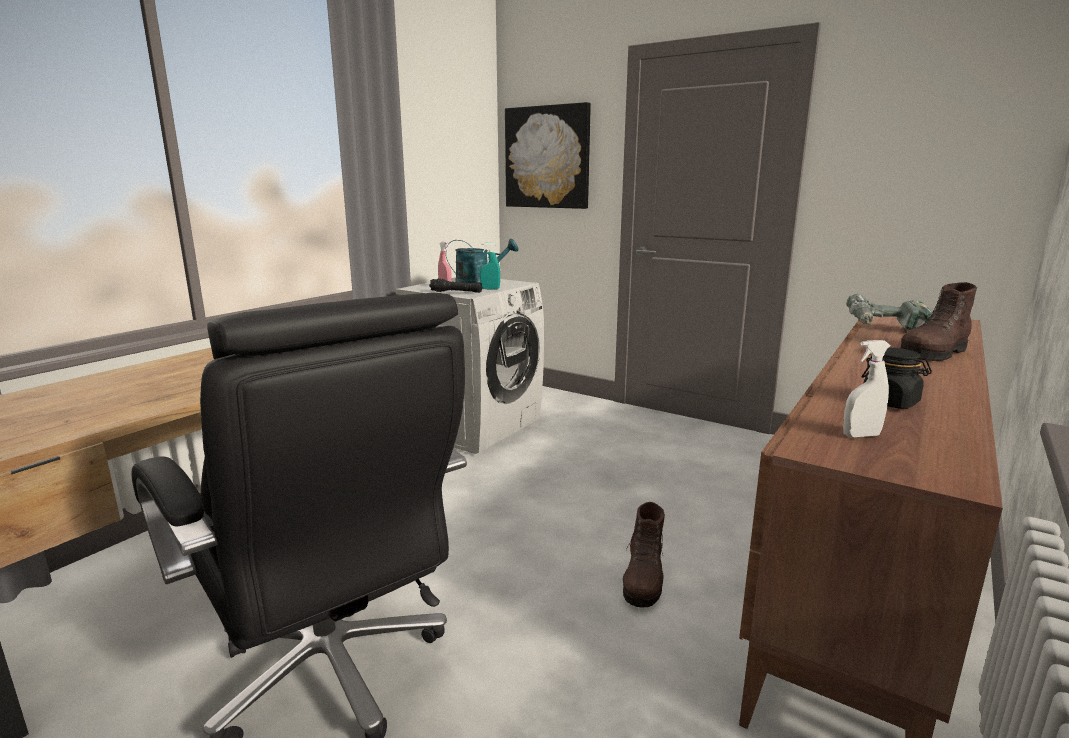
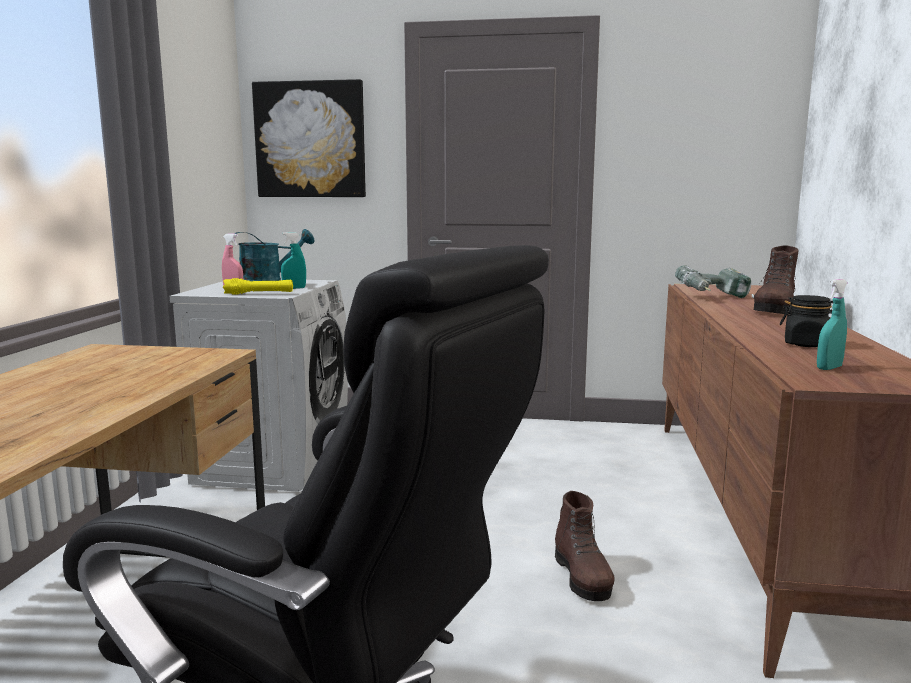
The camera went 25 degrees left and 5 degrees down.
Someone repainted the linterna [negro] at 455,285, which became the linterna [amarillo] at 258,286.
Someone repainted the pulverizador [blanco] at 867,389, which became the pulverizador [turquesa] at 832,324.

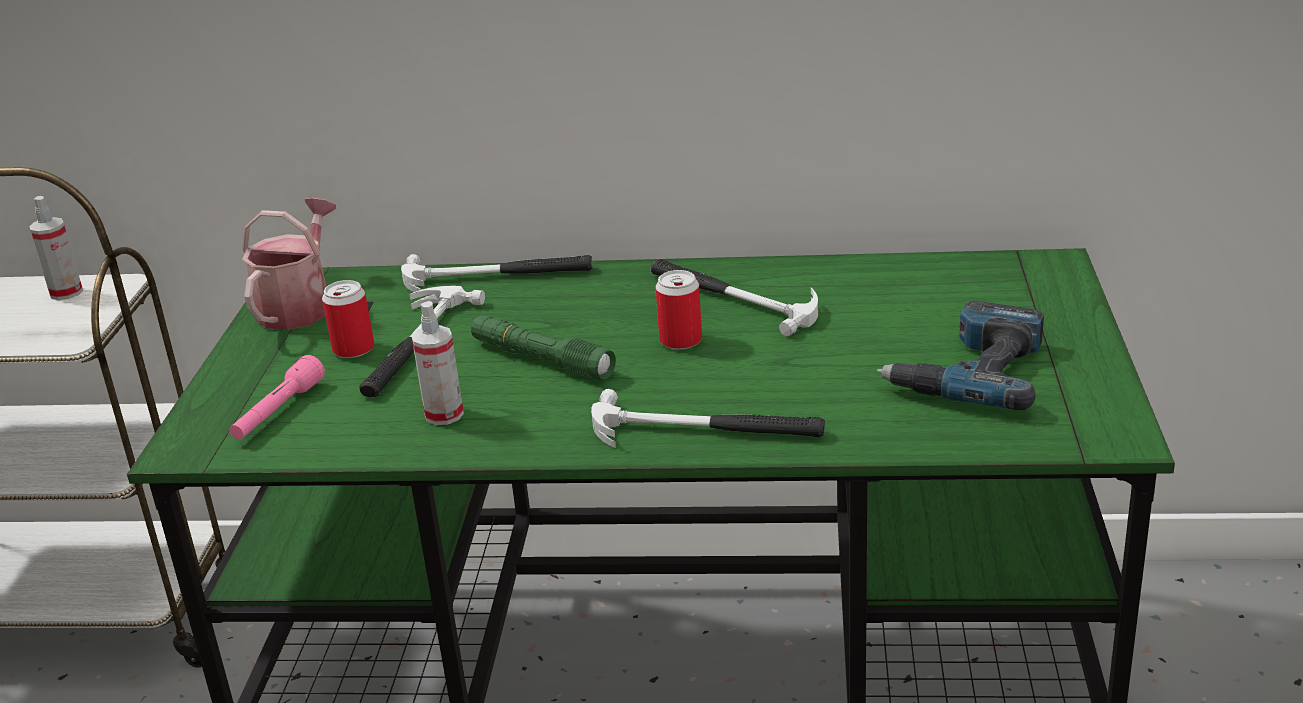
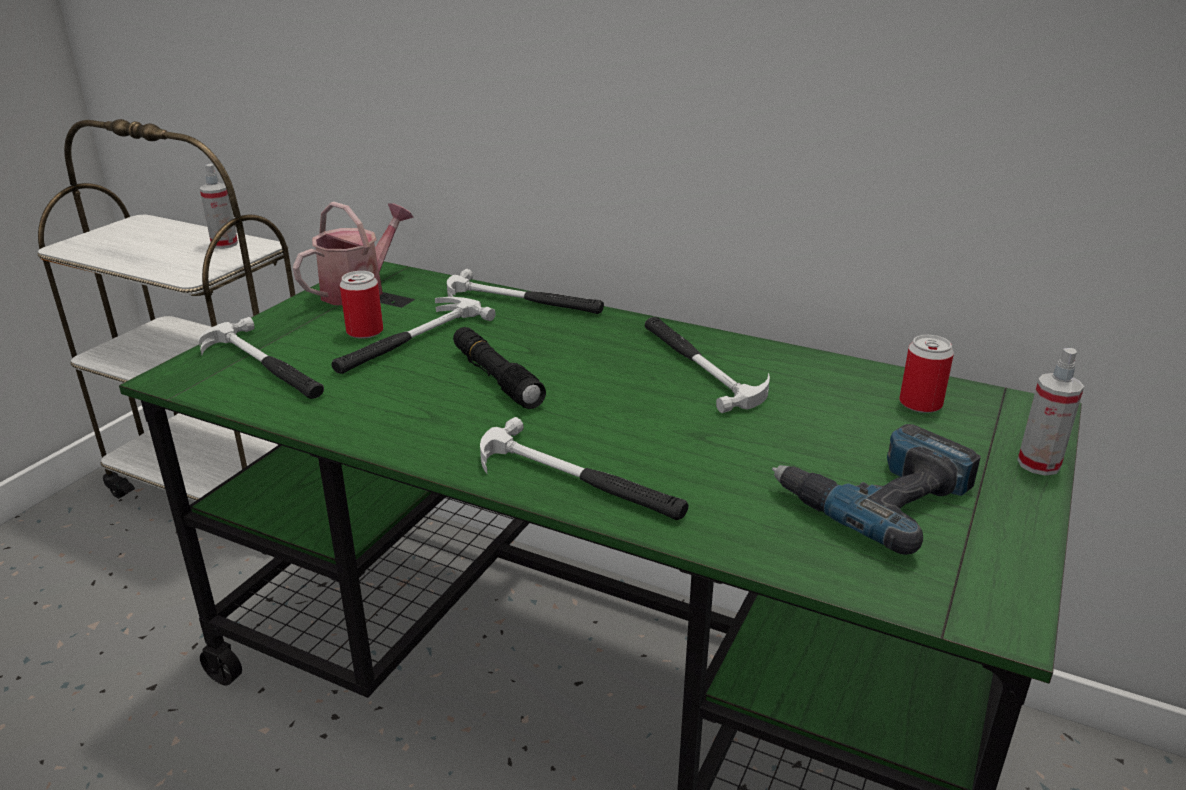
The camera went 20 degrees right and 0 degrees up.
Someone carried the lata from 679,309 to 926,374.
Someone carried the pulverizador from 438,363 to 1051,412.
Someone repainted the linterna [verde] at 543,347, which became the linterna [negro] at 499,368.
Someone swapped the linterna [rosa] at 277,397 for the martillo at 261,358.

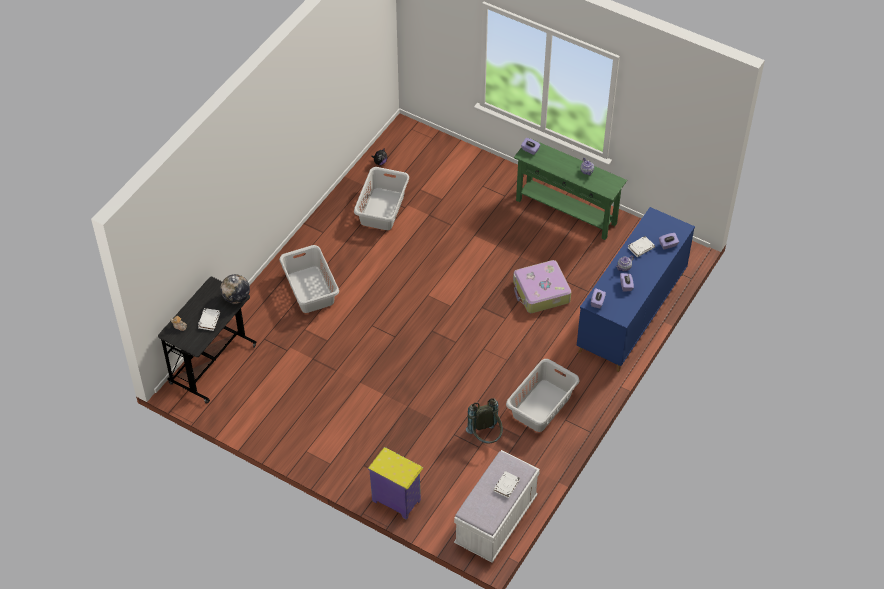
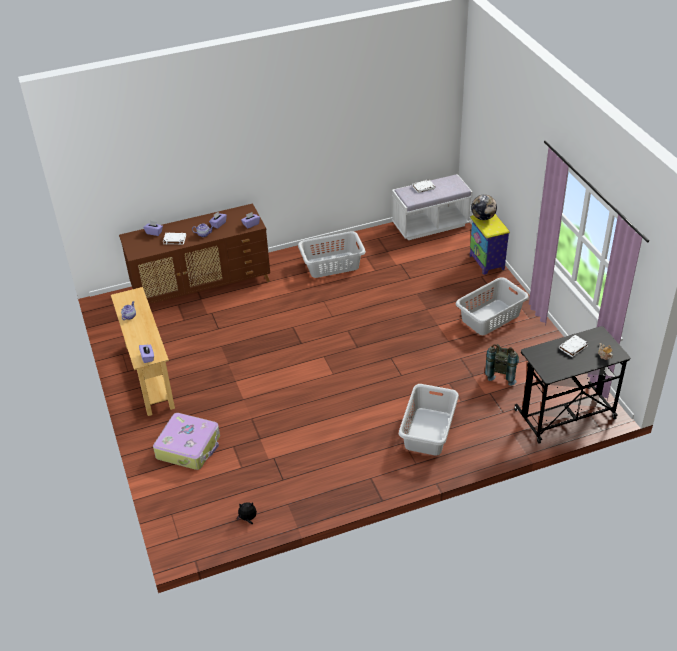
The camera went 140 degrees left and 10 degrees down.
Someone repainted the mesa consola [verde] at 570,189, which became the mesa consola [beis] at 143,351.
Someone carried the cesto de la ropa [gris] from 381,198 to 492,306.
Someone repainted the cómoda [azul] at 636,289, which became the cómoda [marrón] at 194,253.
Someone carried the maleta from 542,286 to 186,441.
Someone carried the globo terráqueo from 235,289 to 484,207.
Someone carried the mochila [gris] from 484,421 to 502,365.

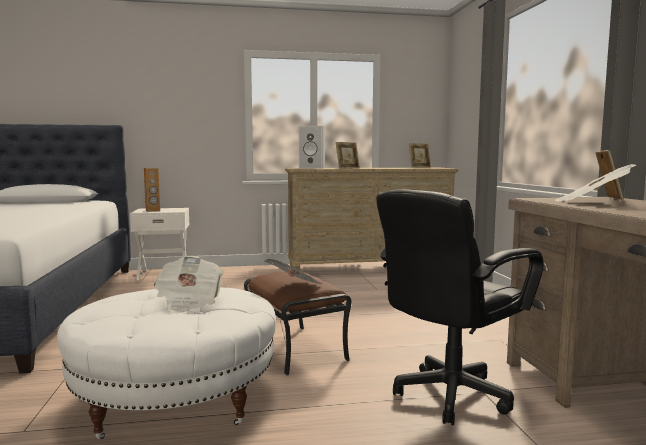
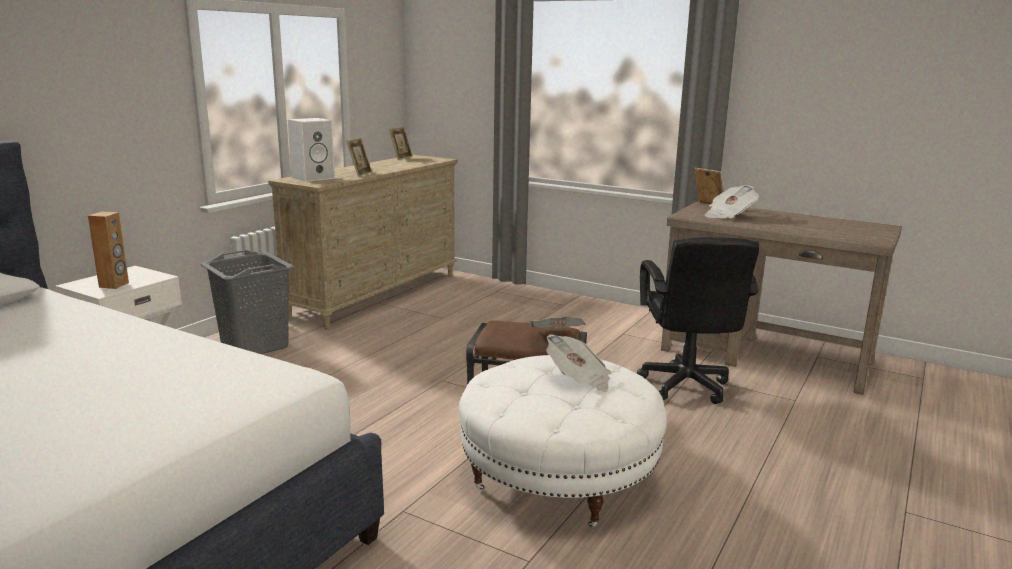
The camera went 50 degrees left and 10 degrees up.
Someone put down the cesto de la ropa [gris] at 247,302.

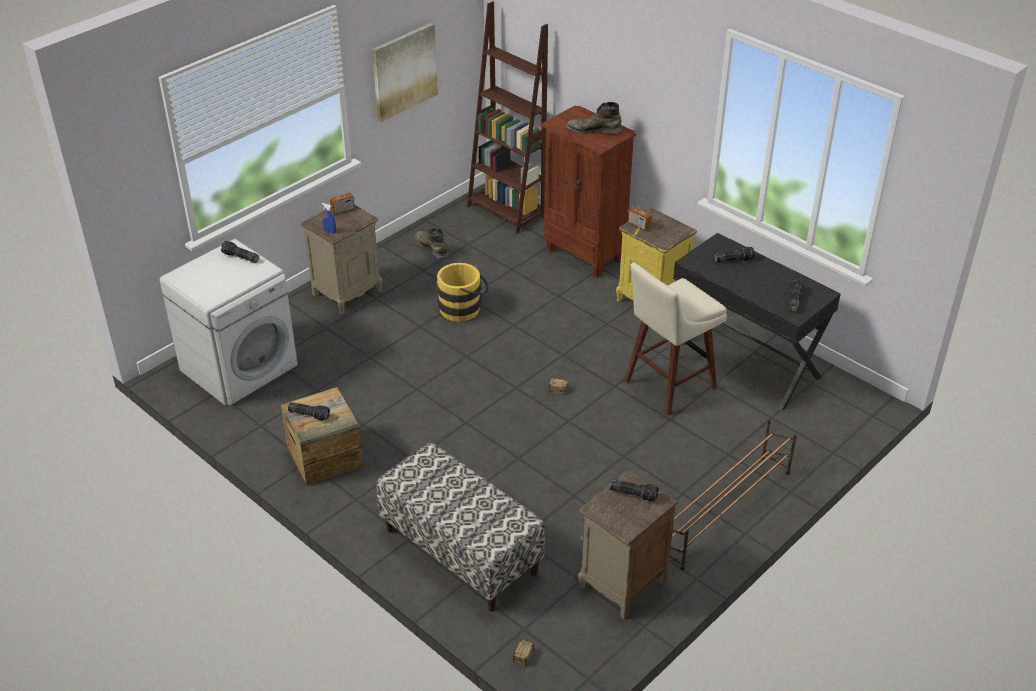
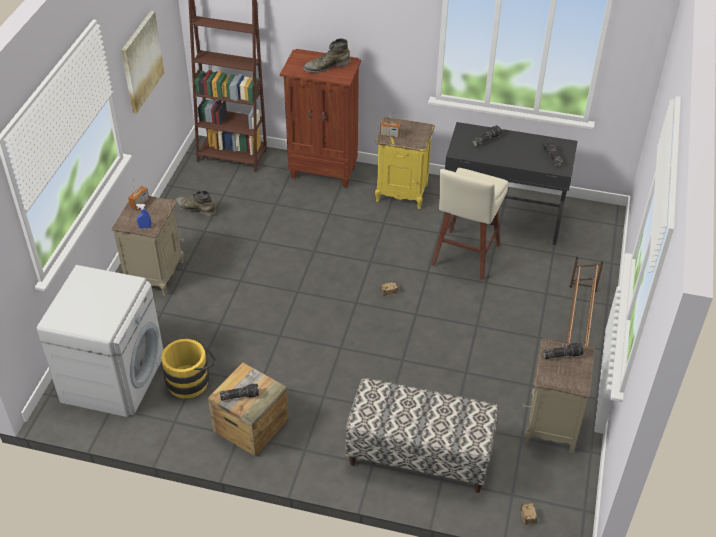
The camera went 30 degrees left and 5 degrees up.
Someone took away the linterna at 240,252.
Someone carried the cubo [amarillo] from 462,292 to 188,368.

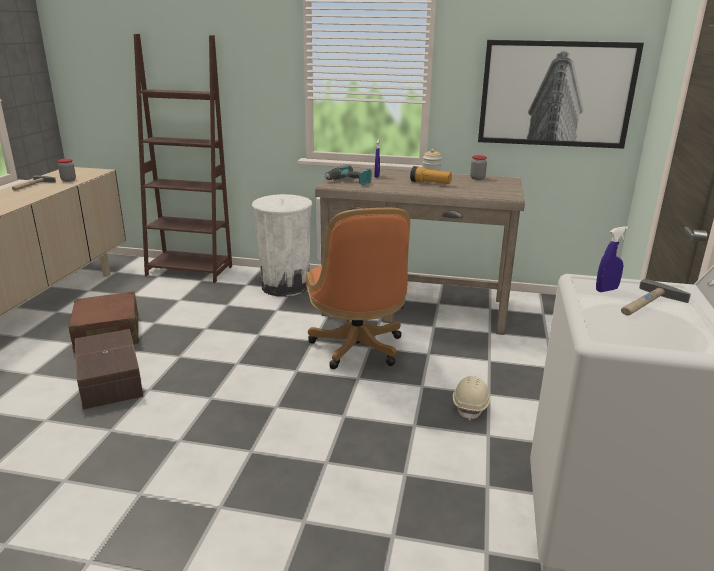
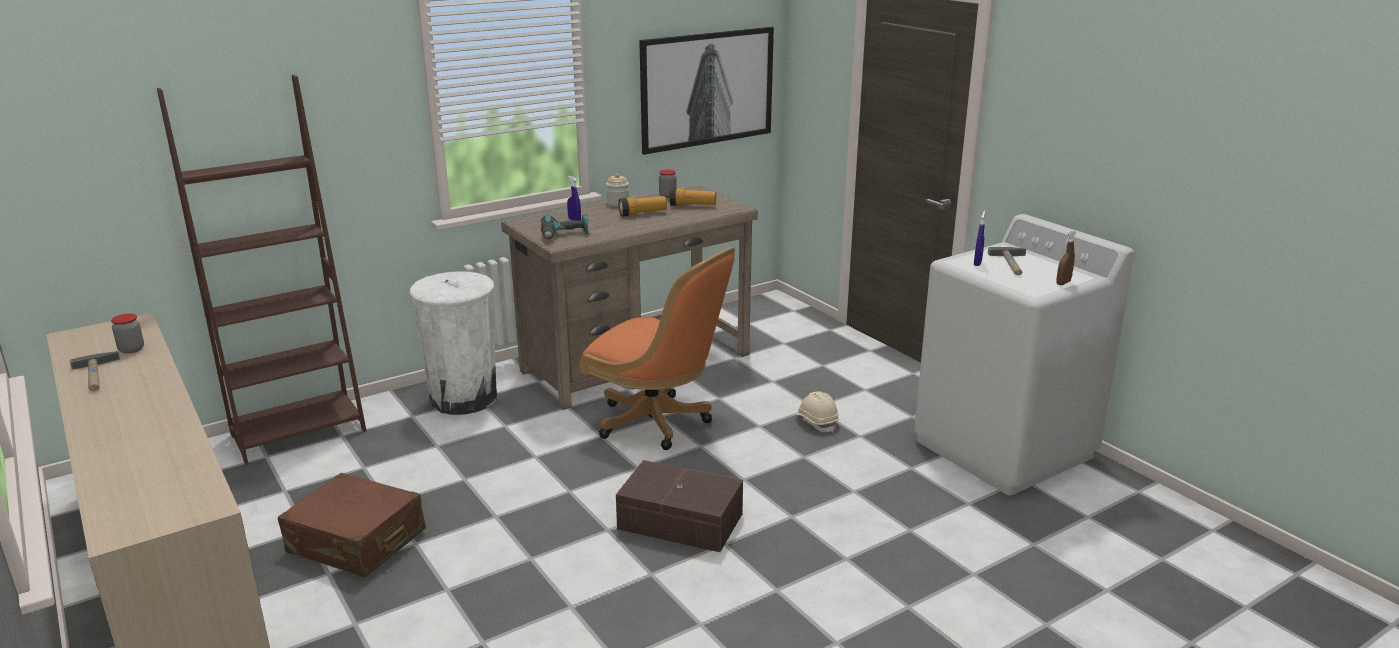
The camera went 45 degrees left and 0 degrees up.
Someone carried the caja de almacenaje [marrón] from 109,369 to 679,506.
Someone put down the linterna at 693,197.
Someone put down the pulverizador [marrón] at 1066,257.

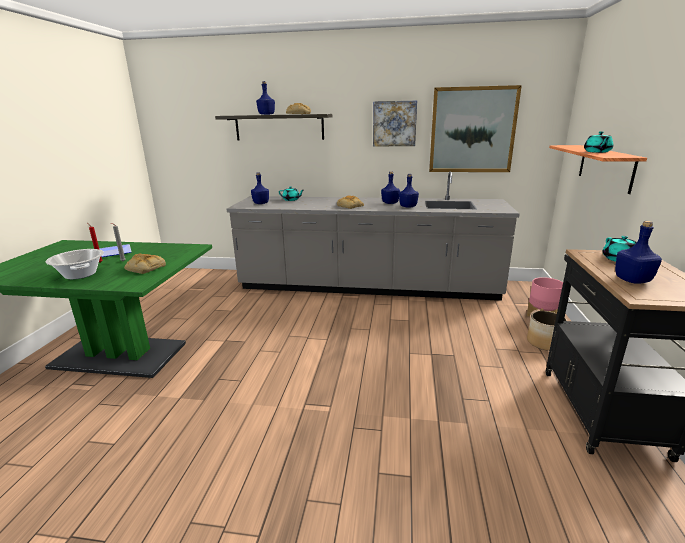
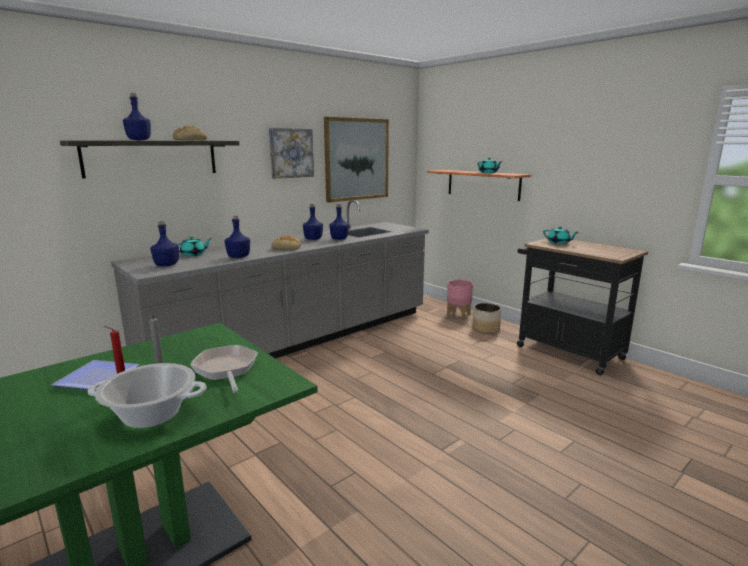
The camera went 50 degrees left and 5 degrees down.
Someone carried the botella [azul] from 638,252 to 237,237.
Someone swapped the pan at 145,264 for the sartén at 224,369.

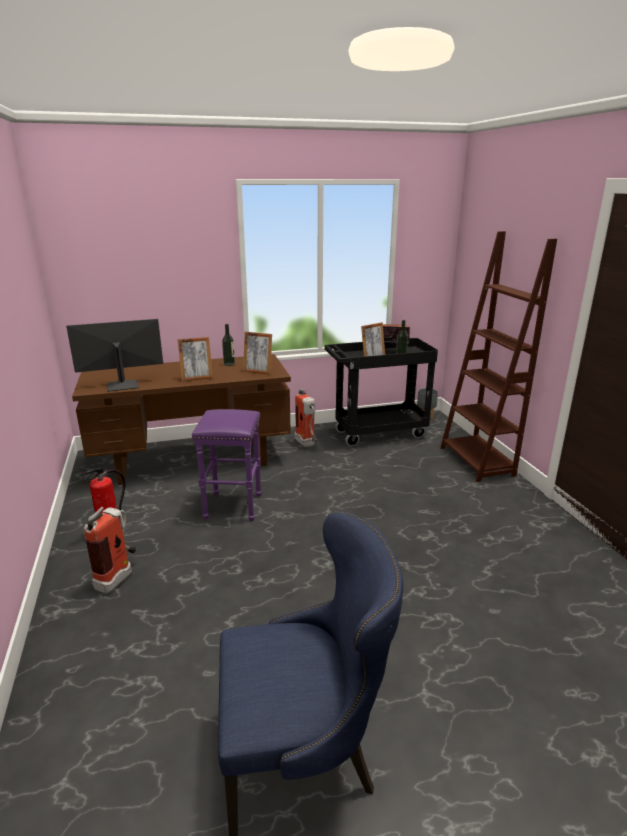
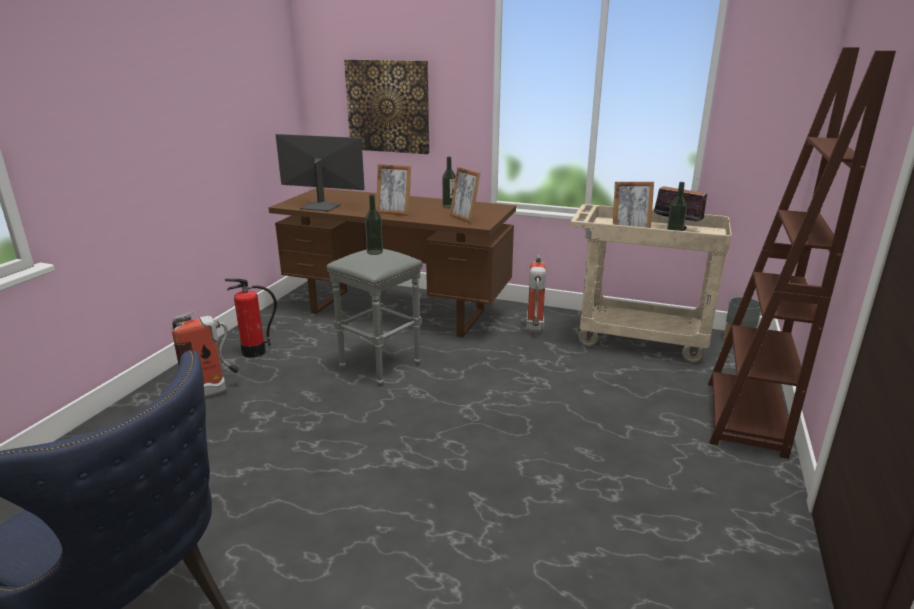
The camera went 35 degrees right and 0 degrees up.
Someone repainted the carrito [negro] at 381,392, which became the carrito [beis] at 651,283.
Someone repainted the taburete [morado] at 226,465, which became the taburete [gris] at 374,318.
Someone put up the cuadro at 386,107.
Someone put down the botella at 374,224.

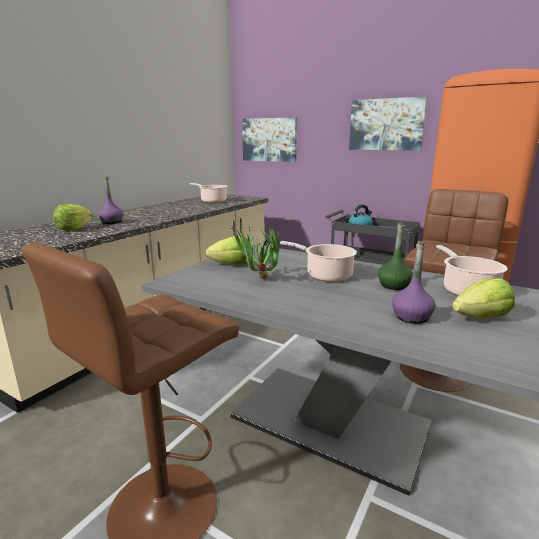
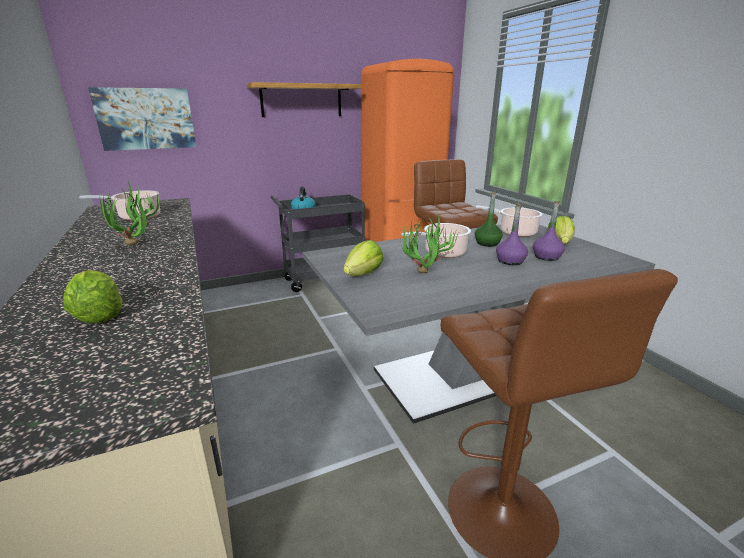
The camera went 55 degrees left and 5 degrees up.
Someone swapped the cuadro at 388,123 for the estante at 304,99.
Someone carried the botella [morado] from 111,200 to 512,234.
Someone put down the planta en maceta at 129,213.

